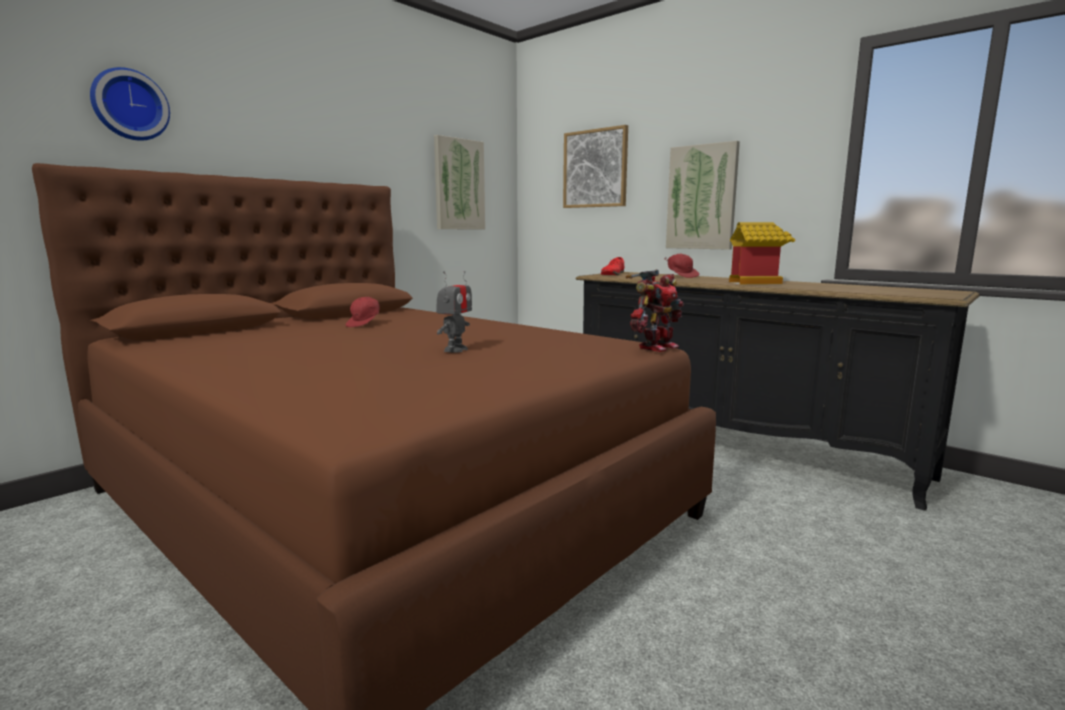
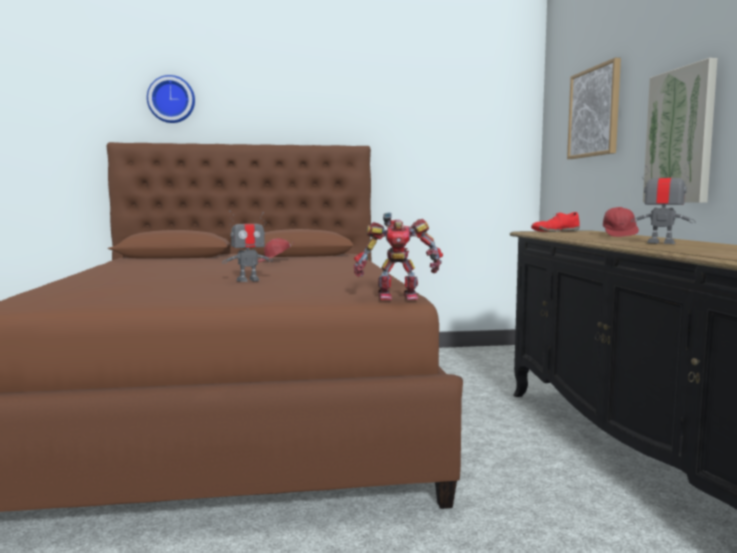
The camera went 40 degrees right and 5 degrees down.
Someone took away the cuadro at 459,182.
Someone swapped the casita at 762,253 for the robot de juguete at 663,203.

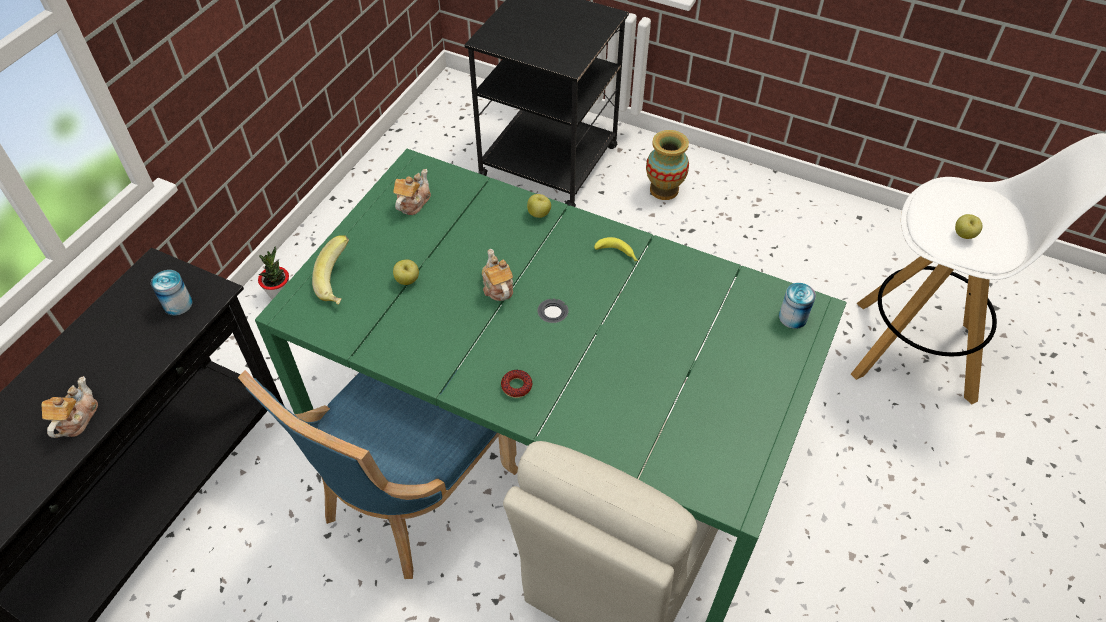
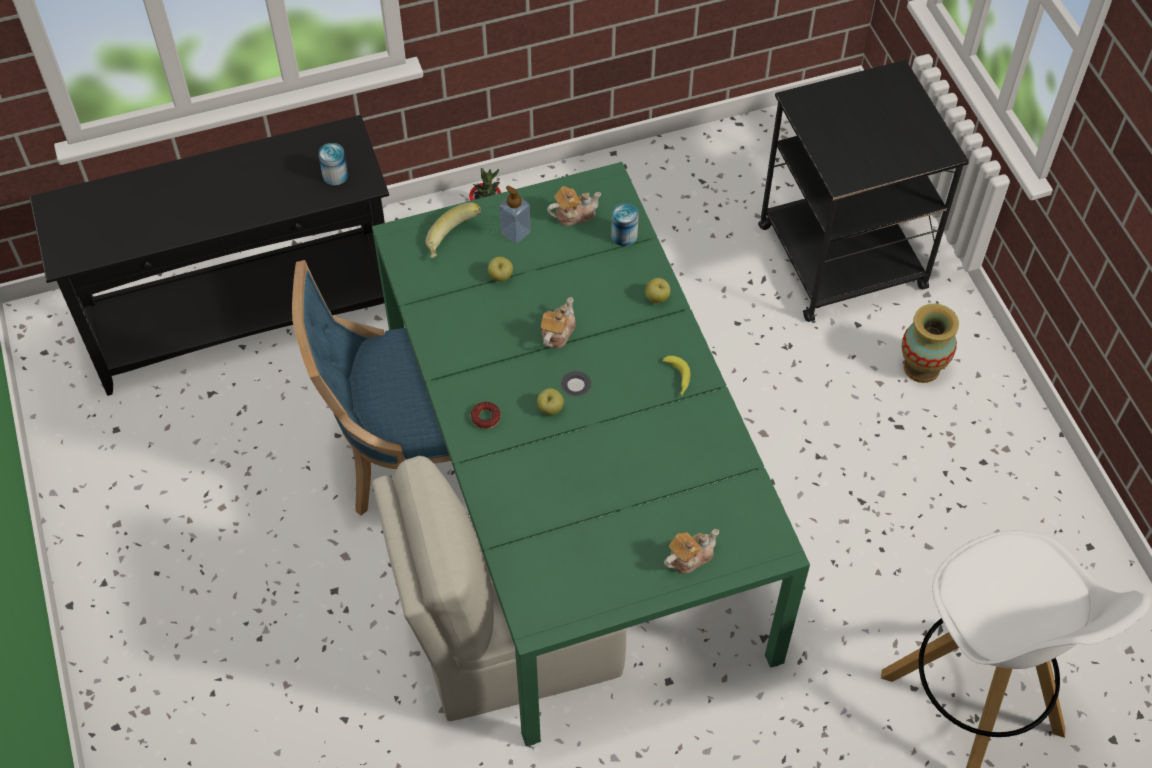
The camera went 45 degrees right and 5 degrees up.
Someone carried the manzana from 968,226 to 550,401.
Someone carried the lata from 797,306 to 625,224.
Someone carried the tetera from 69,407 to 691,551.
Someone put down the dispensador de jabón at 515,214.

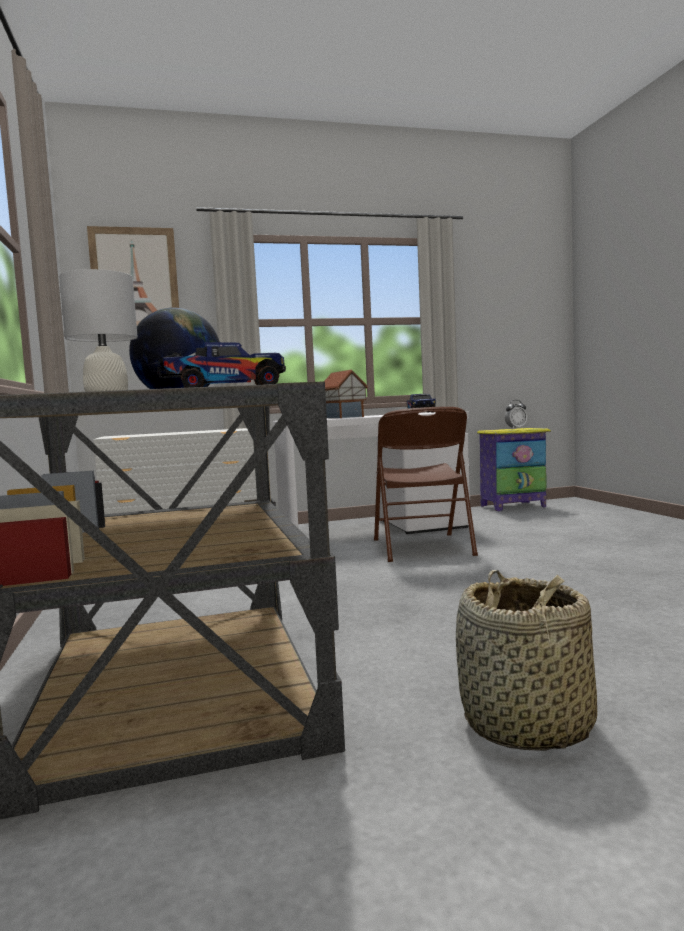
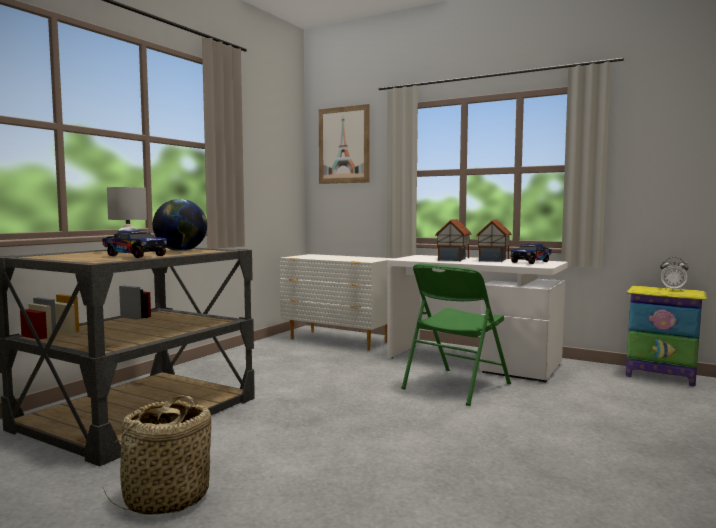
The camera went 45 degrees right and 0 degrees up.
Someone repainted the silla [marrón] at 426,484, which became the silla [verde] at 456,335.
Someone put down the casita at 494,240.

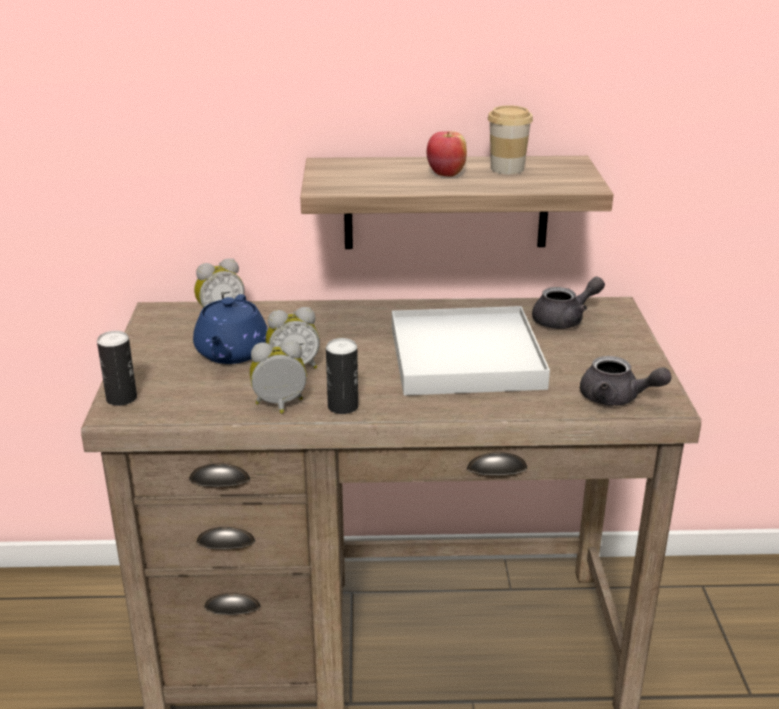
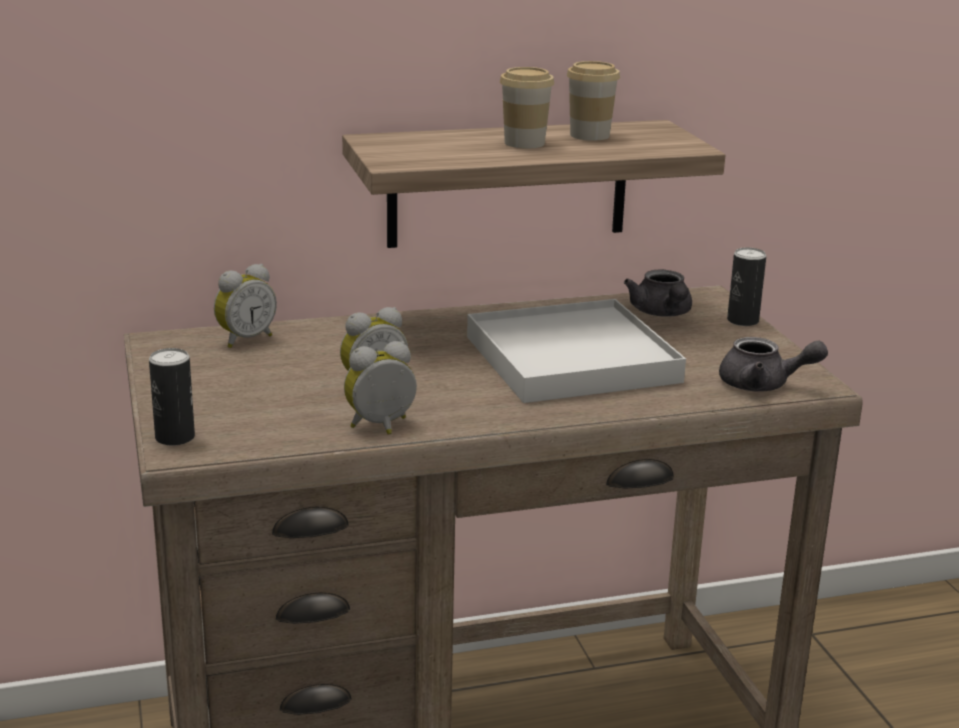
The camera went 15 degrees left and 5 degrees down.
Someone swapped the manzana at 447,154 for the taza at 527,108.
Someone rotated the tetera [gris] at 568,303 by 120 degrees clockwise.
Someone took away the tetera [azul] at 230,329.
Someone carried the lata from 342,376 to 746,286.

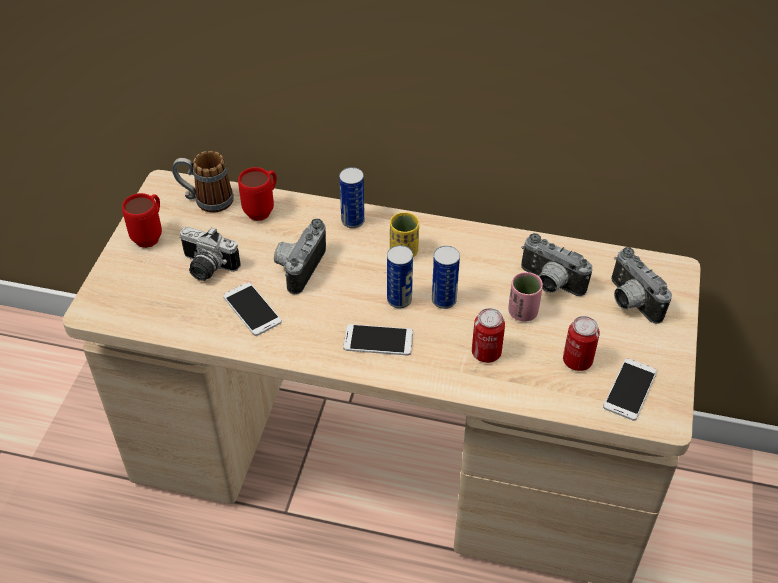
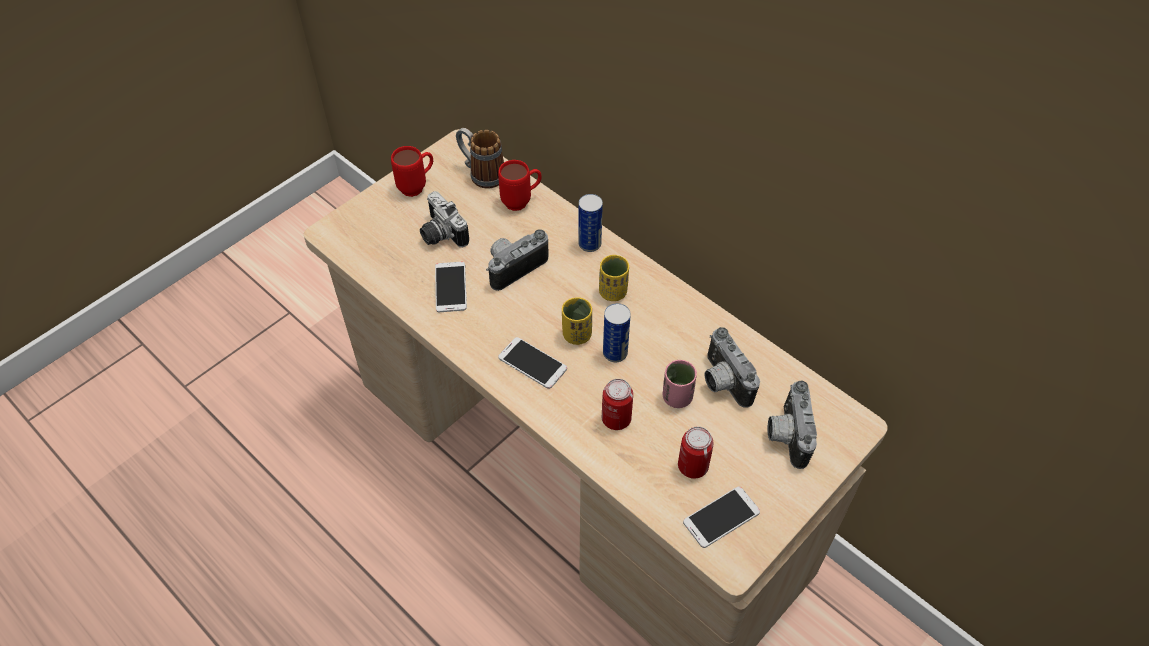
The camera went 30 degrees right and 5 degrees up.
Someone swapped the lata at 400,276 for the taza [amarillo] at 577,321.

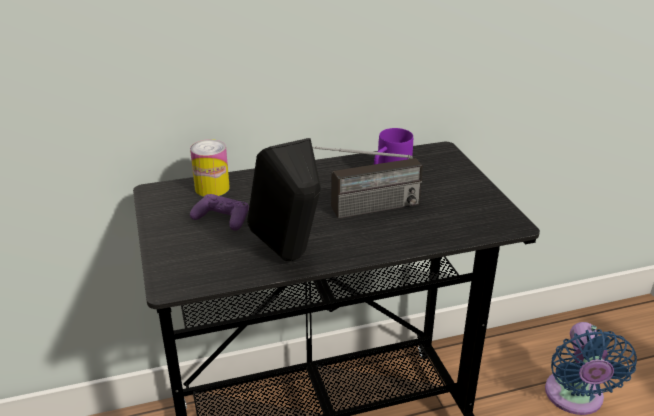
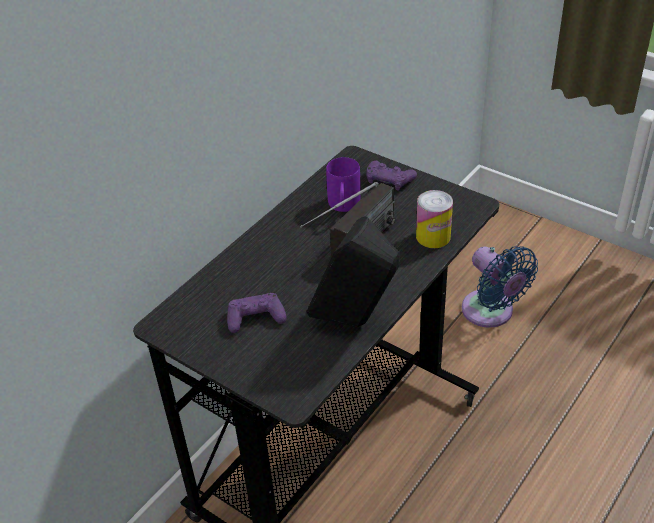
The camera went 35 degrees left and 10 degrees up.
Someone carried the lata from 210,168 to 434,219.
Someone put down the mando de consola [morado] at 391,176.

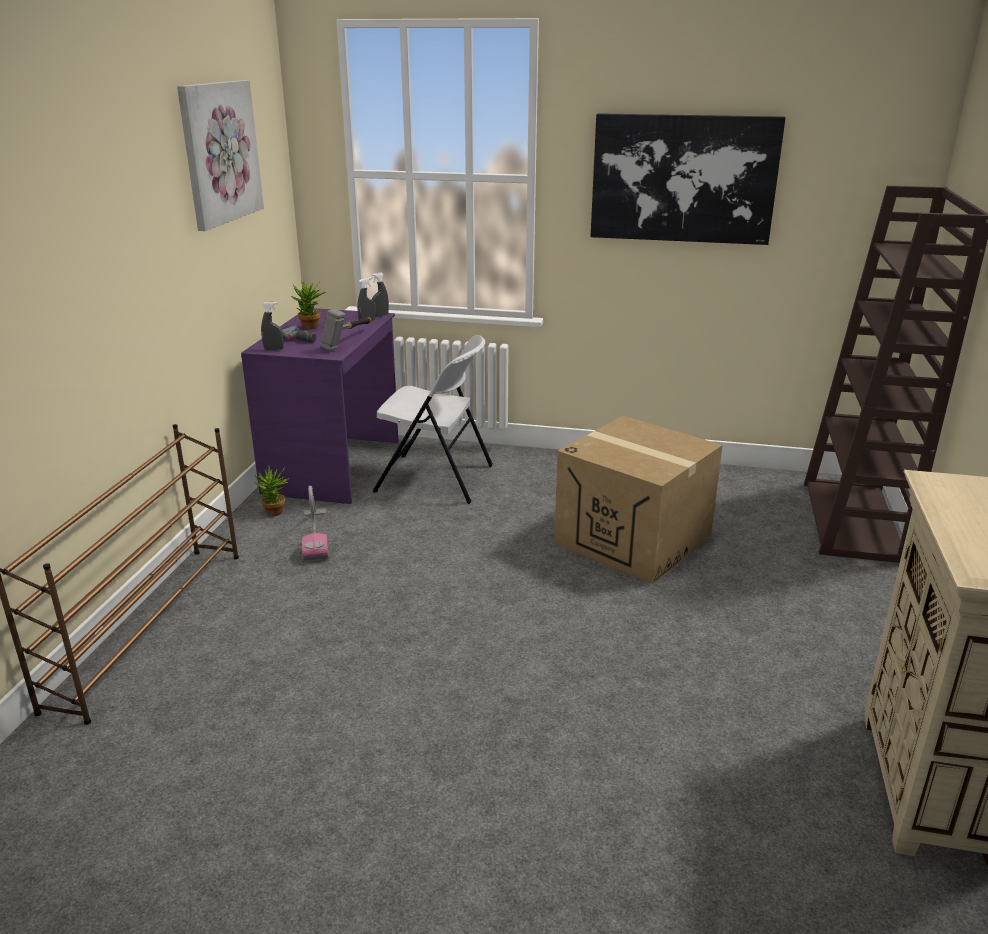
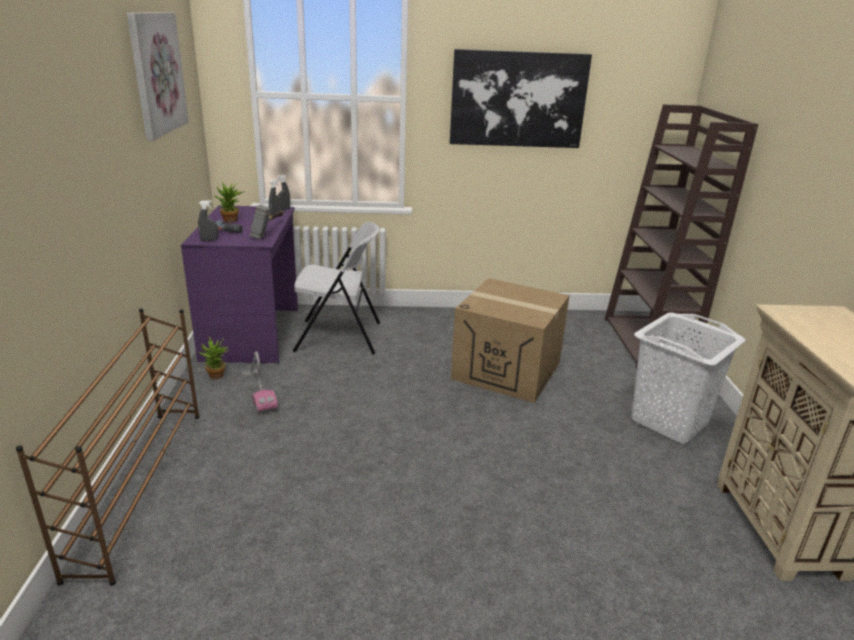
The camera went 15 degrees left and 0 degrees up.
Someone put down the cesto de la ropa [blanco] at 688,378.

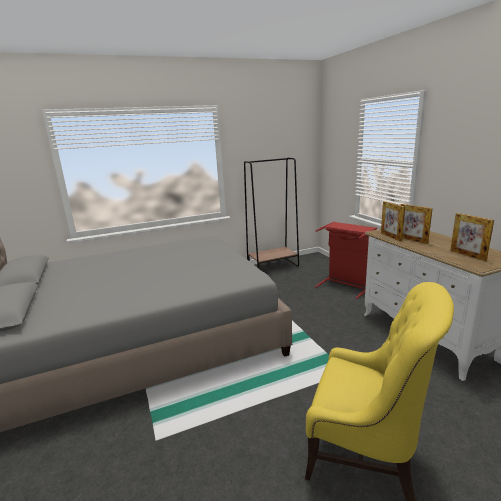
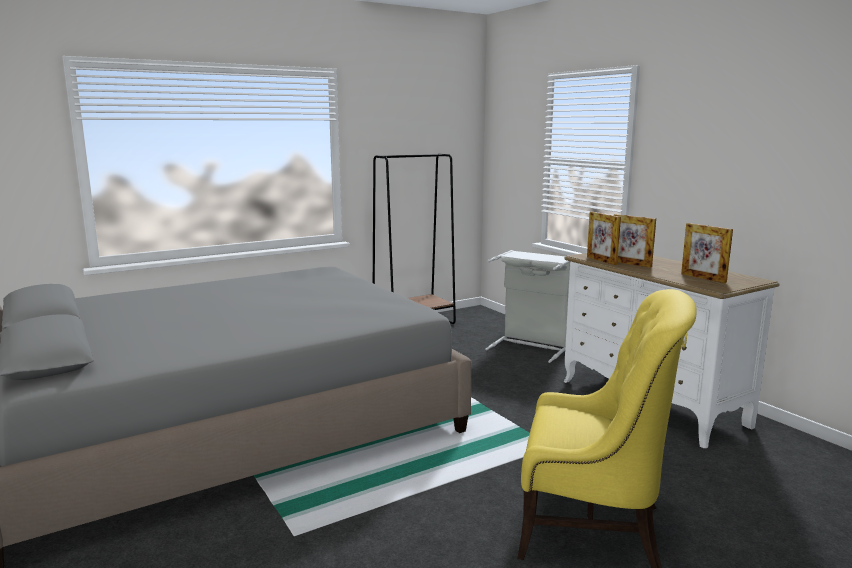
The camera went 10 degrees left and 5 degrees down.
Someone repainted the cesto de la ropa [rojo] at 346,260, which became the cesto de la ropa [gris] at 527,306.

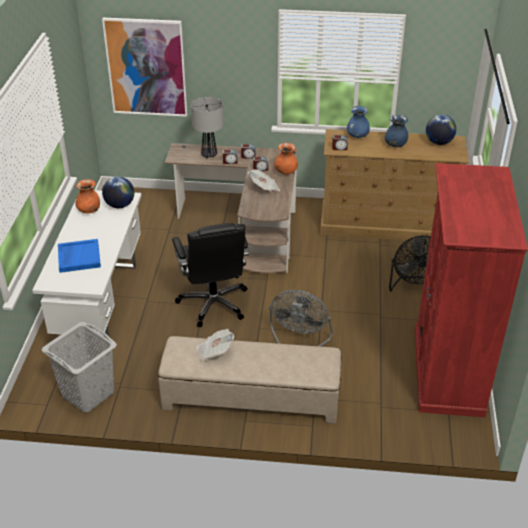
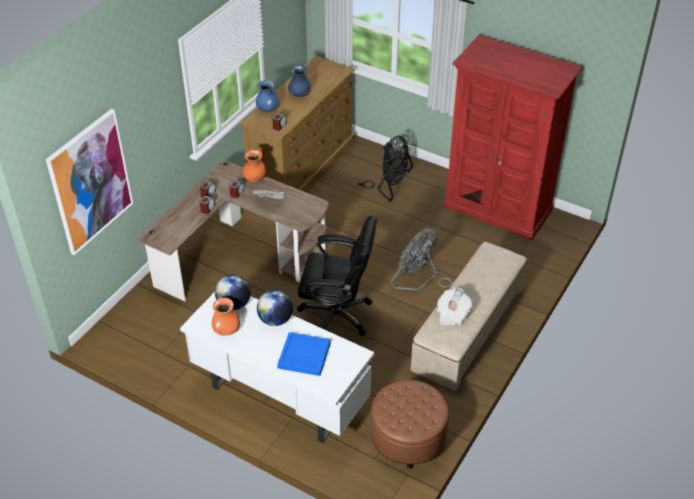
The camera went 65 degrees left and 5 degrees up.
Someone took away the lámpara de mesa at 207,127.
Someone carried the globo terráqueo from 441,130 to 275,308.
Someone swapped the cesto de la ropa [gris] at 79,367 for the puf [marrón] at 410,424.

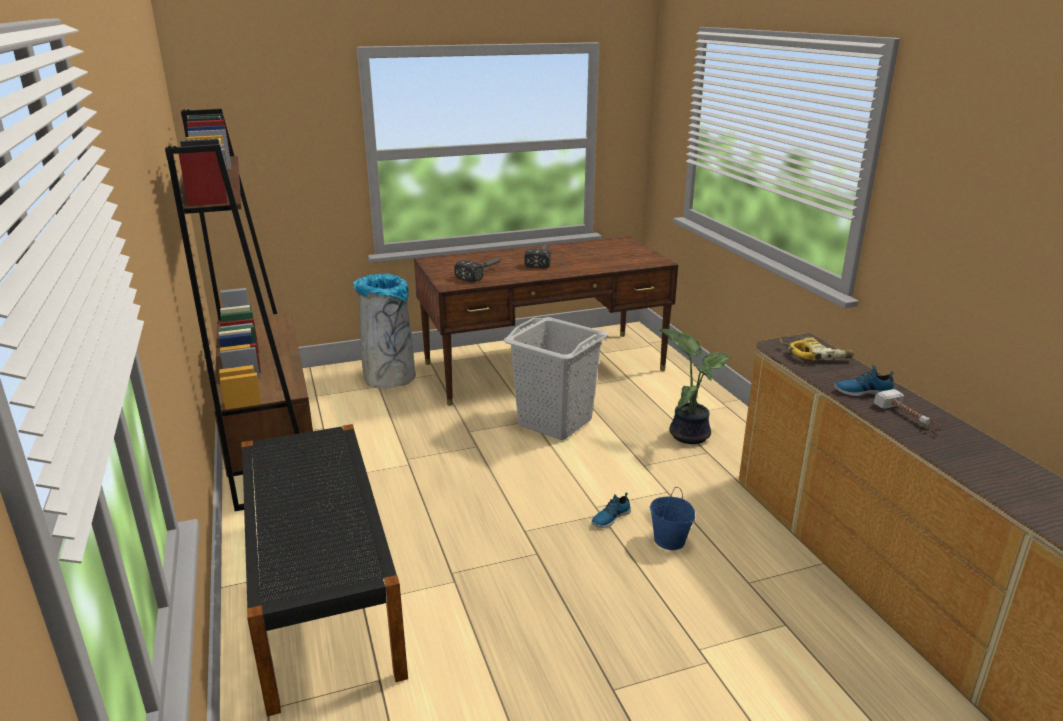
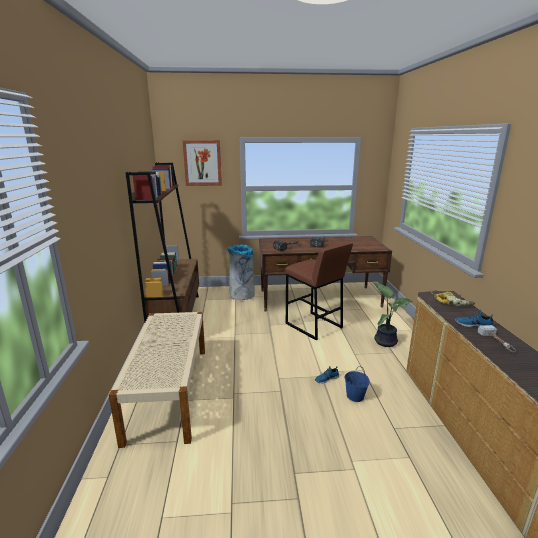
The camera went 15 degrees right and 5 degrees down.
Someone swapped the cesto de la ropa [gris] at 556,378 for the taburete [marrón] at 319,291.
Someone repainted the banco [negro] at 325,570, which became the banco [beis] at 157,379.
Someone put up the cuadro at 202,163.

